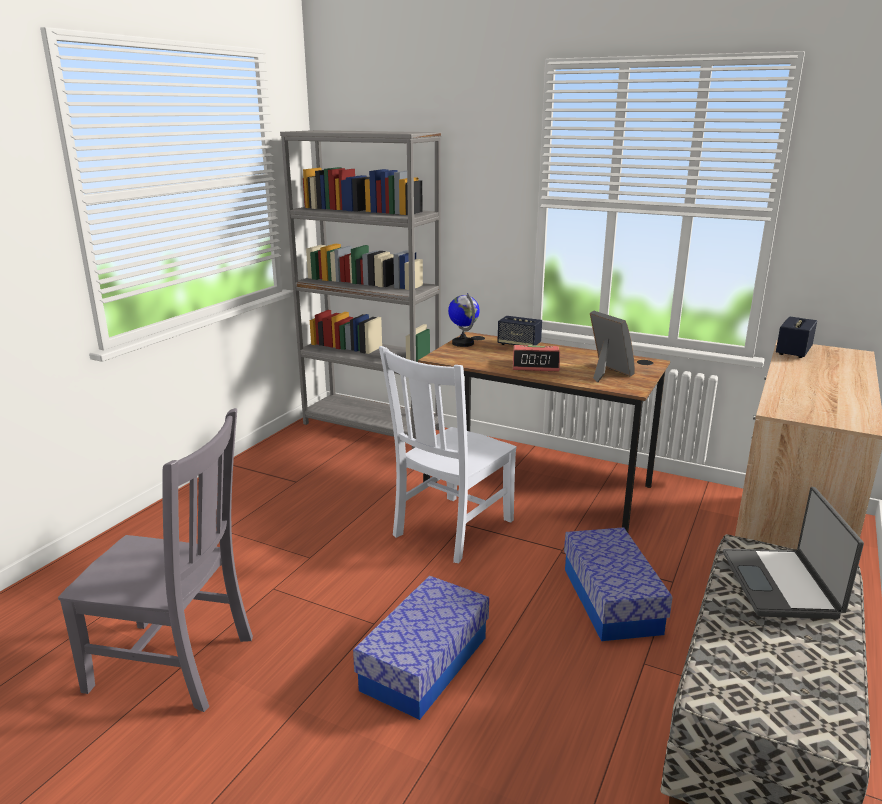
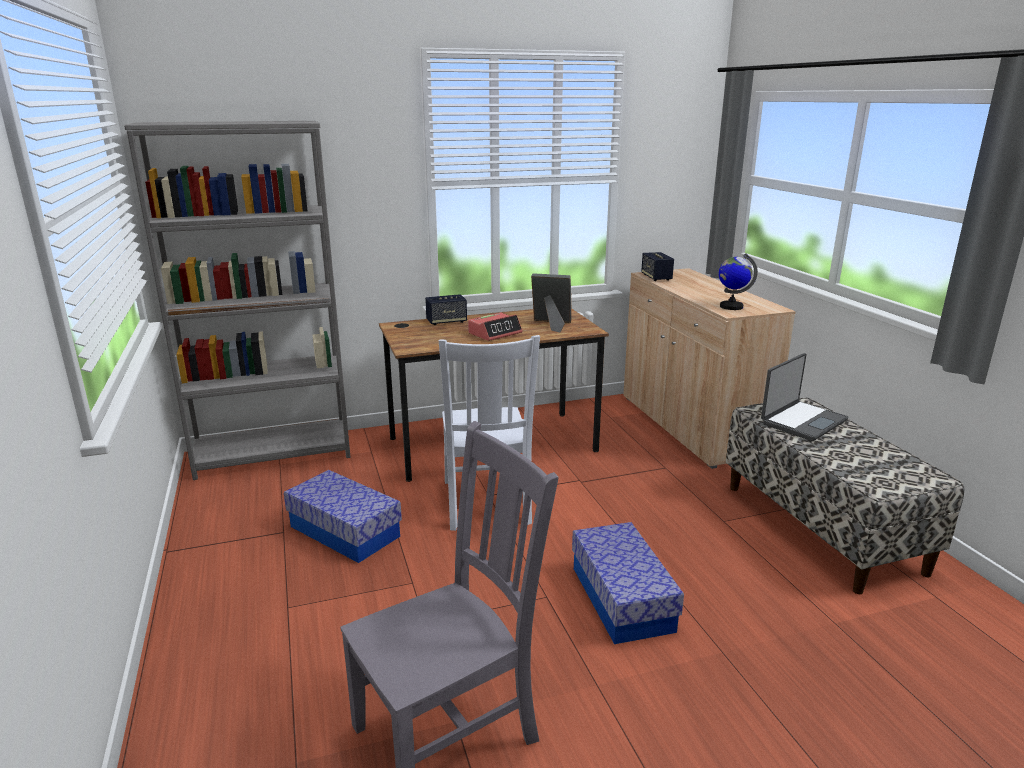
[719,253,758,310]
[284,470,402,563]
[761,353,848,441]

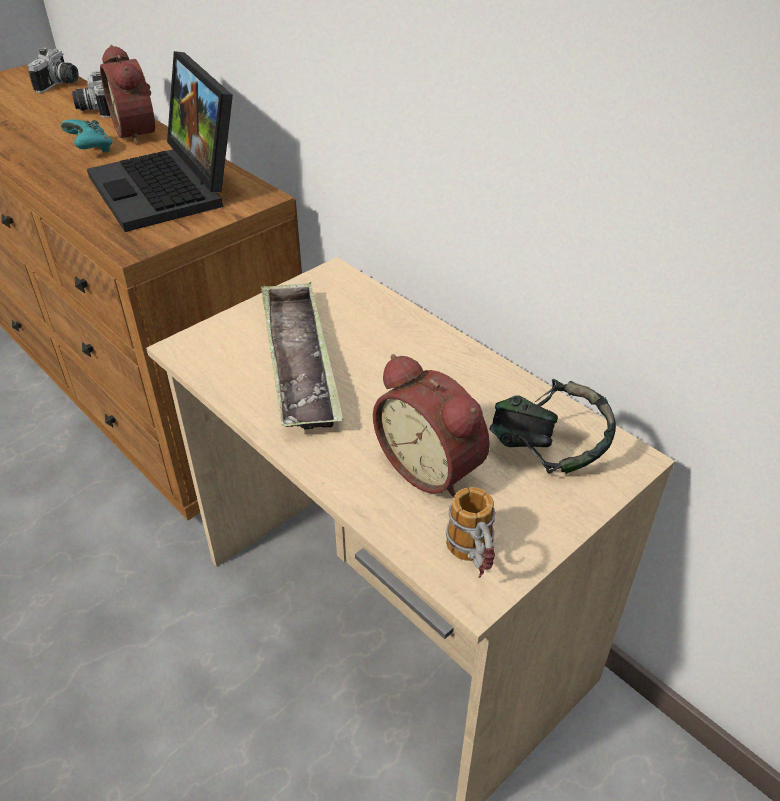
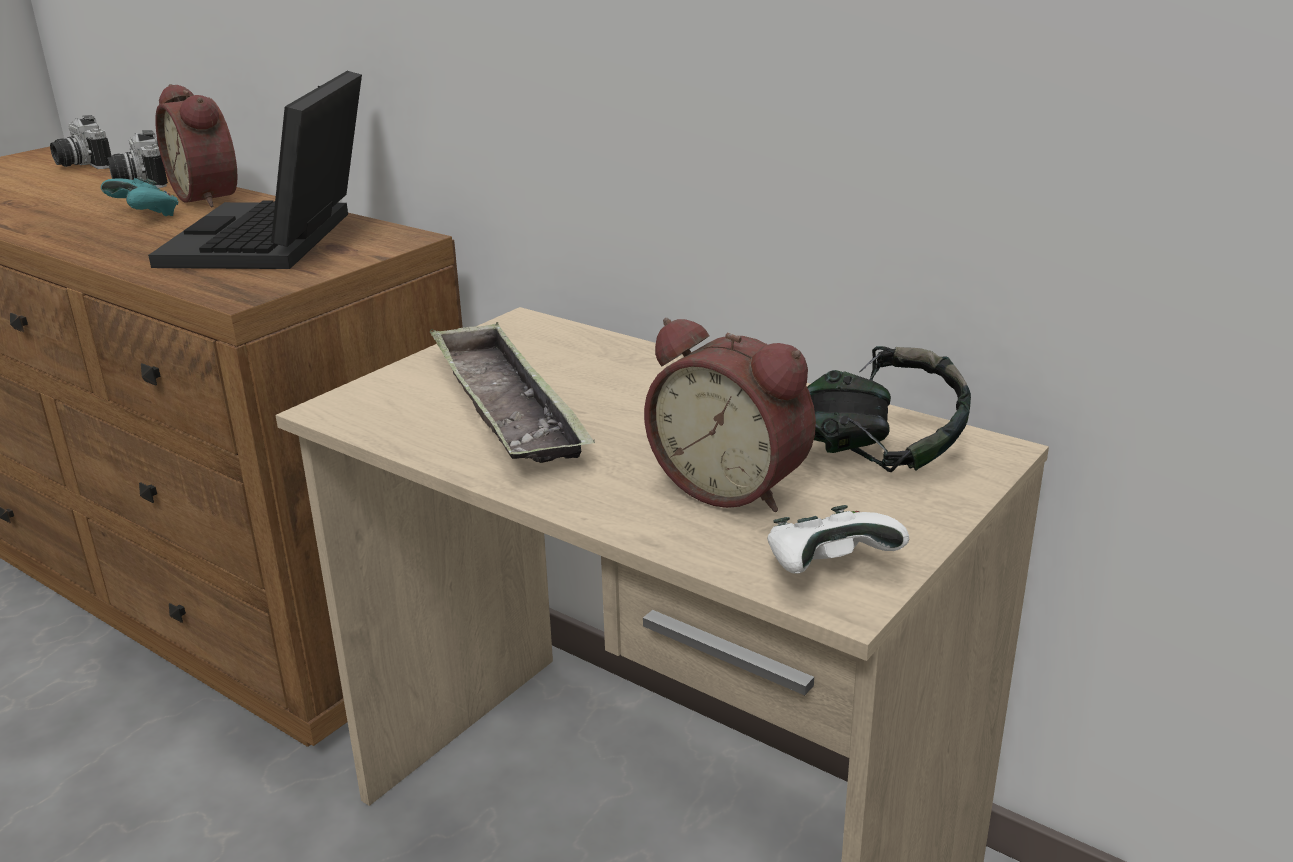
[50,115,112,169]
[148,71,362,269]
[767,505,909,574]

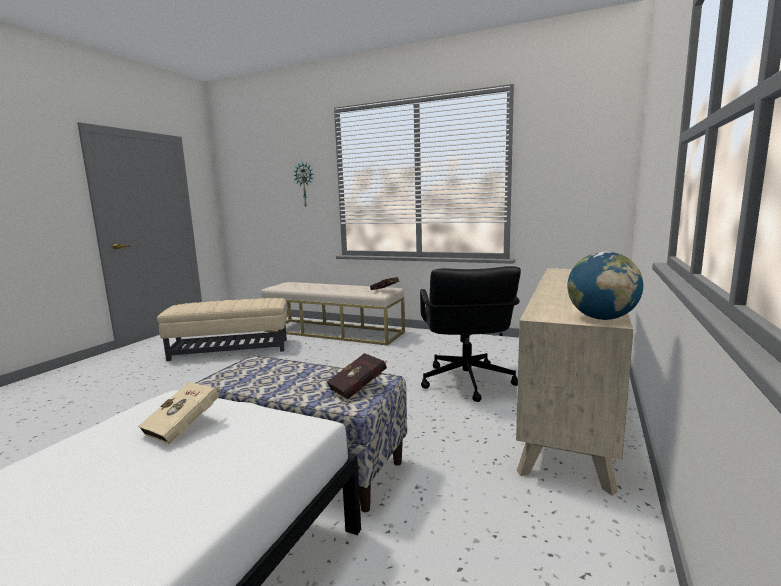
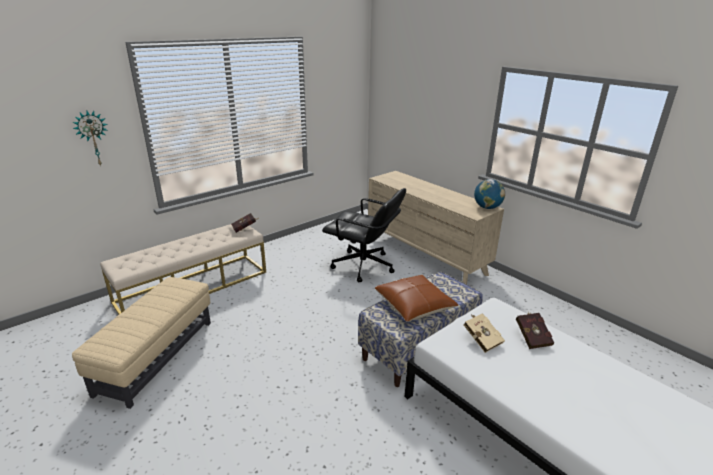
[516,312,554,349]
[375,275,458,322]

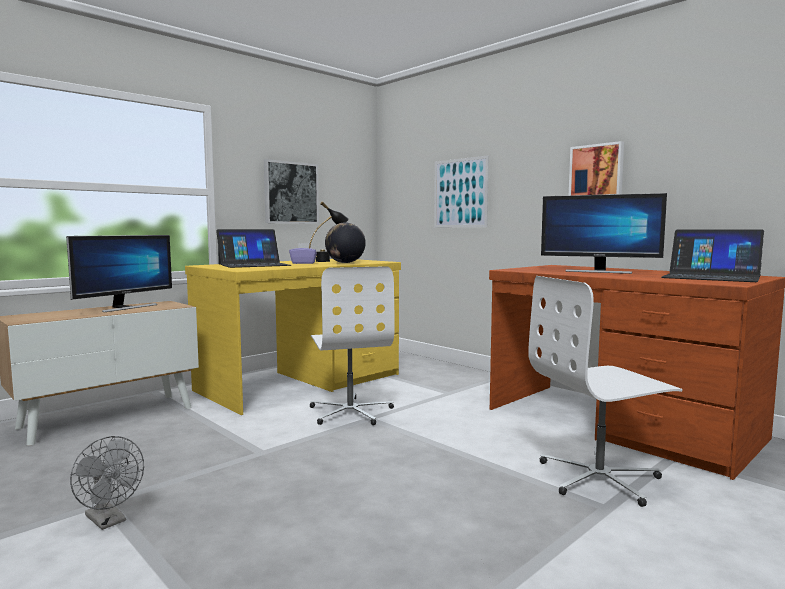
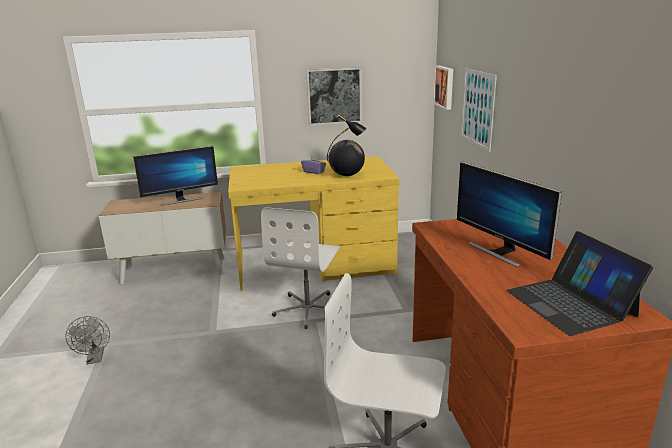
[216,229,291,268] (first image)
[433,66,453,110]

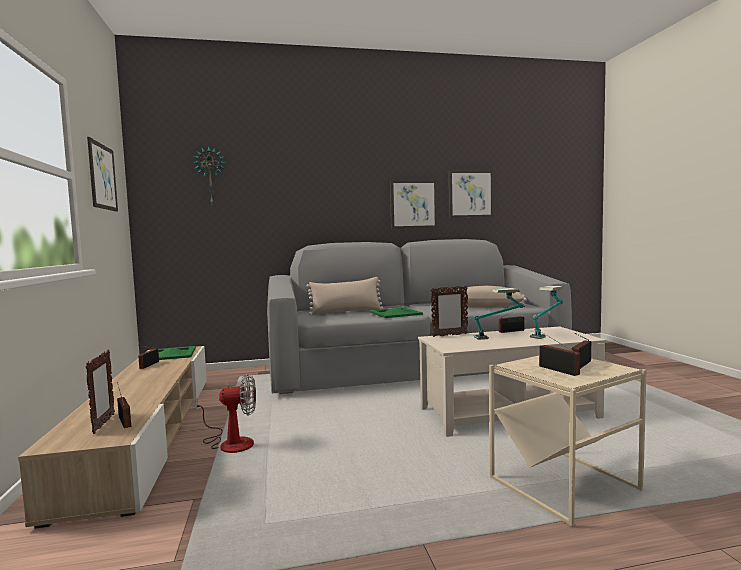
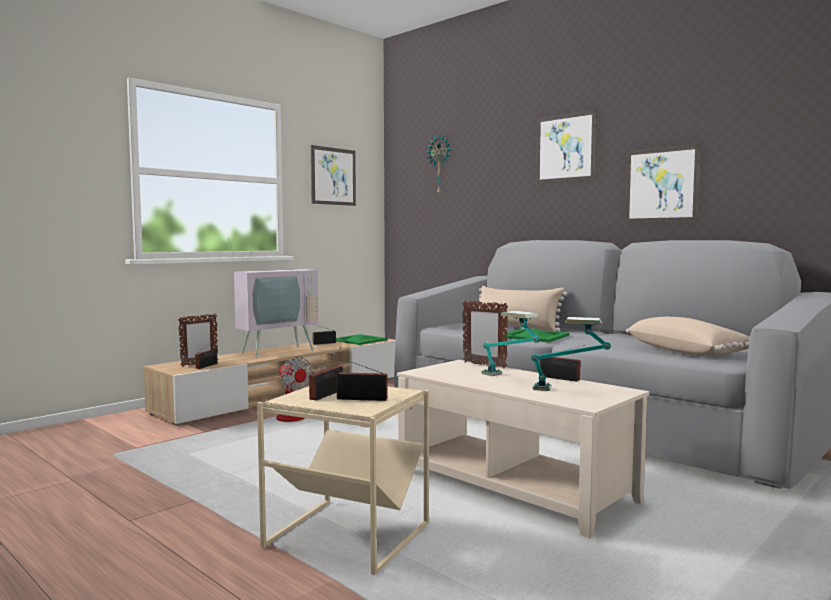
[536,109,597,184]
[228,238,318,358]

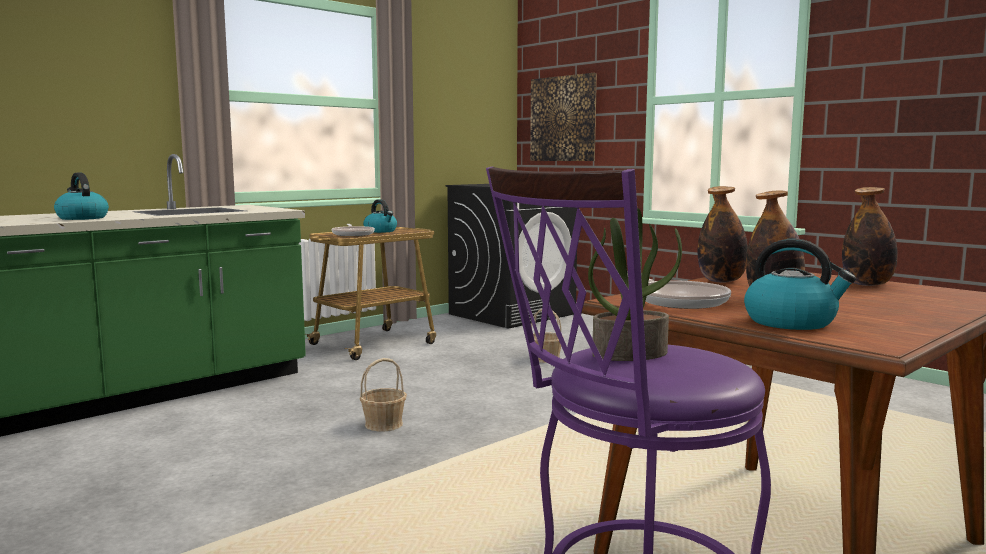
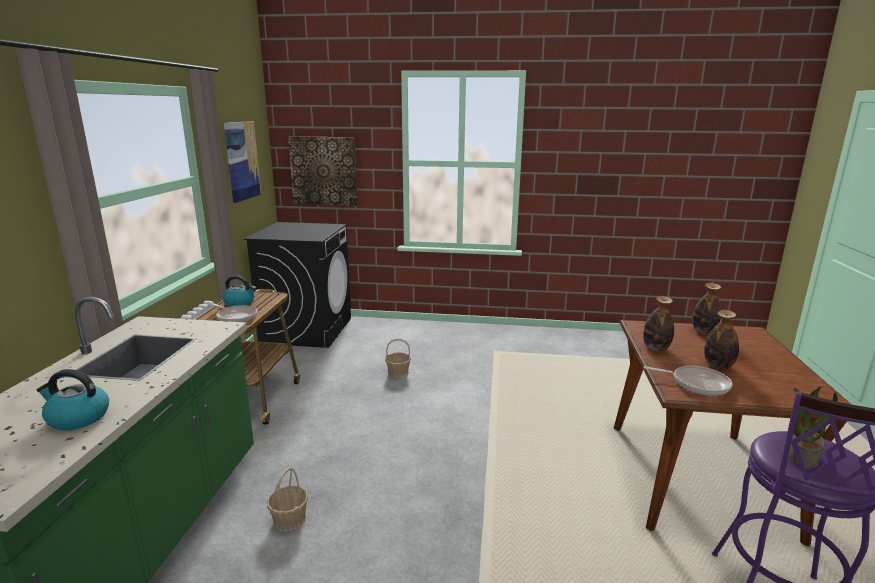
[267,467,308,532]
[744,239,856,330] (first image)
[224,121,261,203]

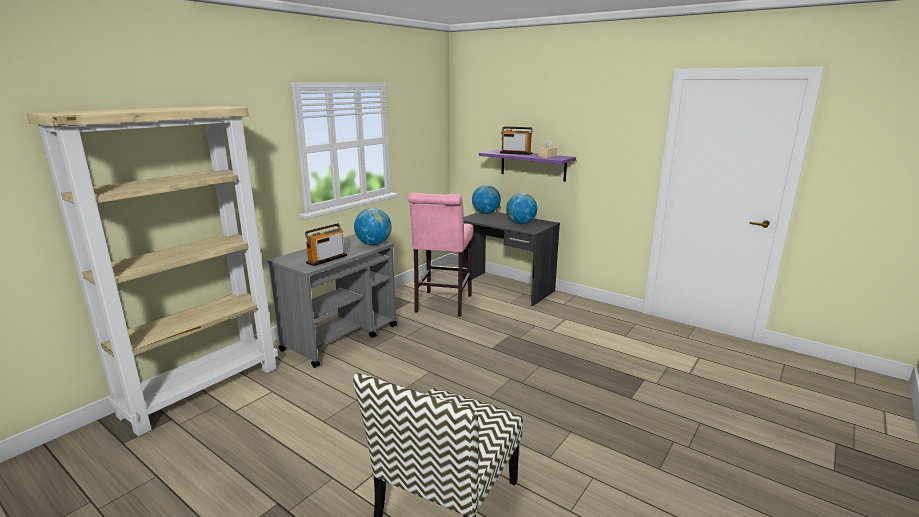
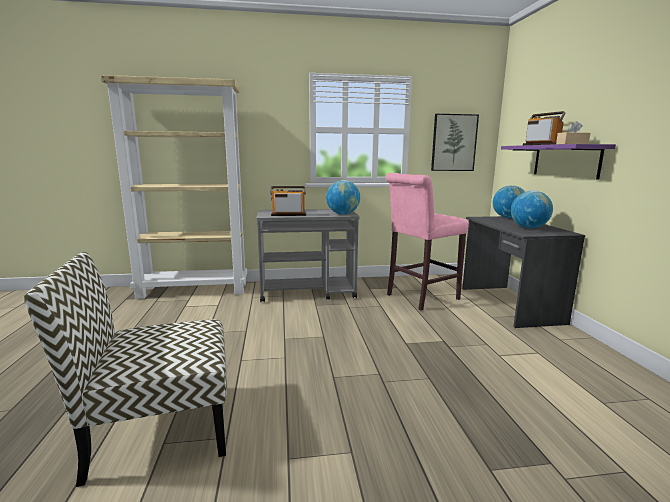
[431,114,479,171]

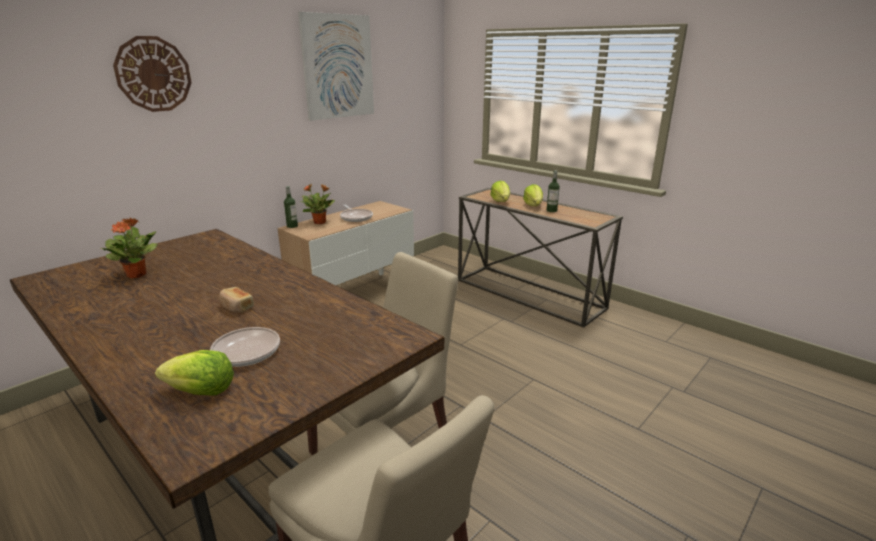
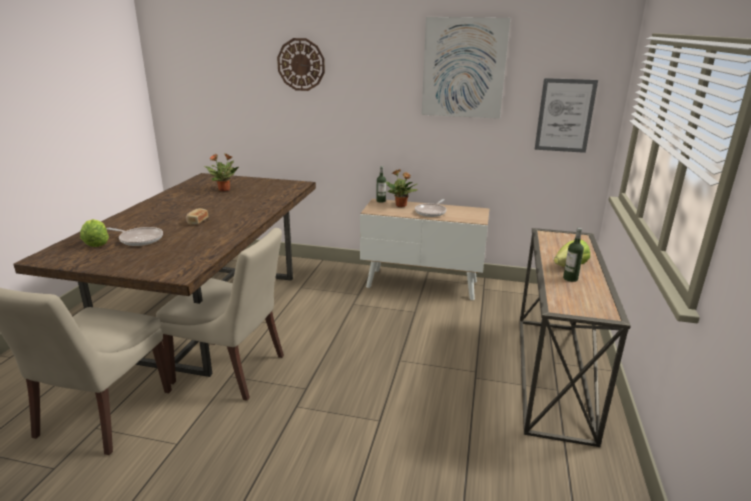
[490,181,510,202] (first image)
[535,78,598,153]

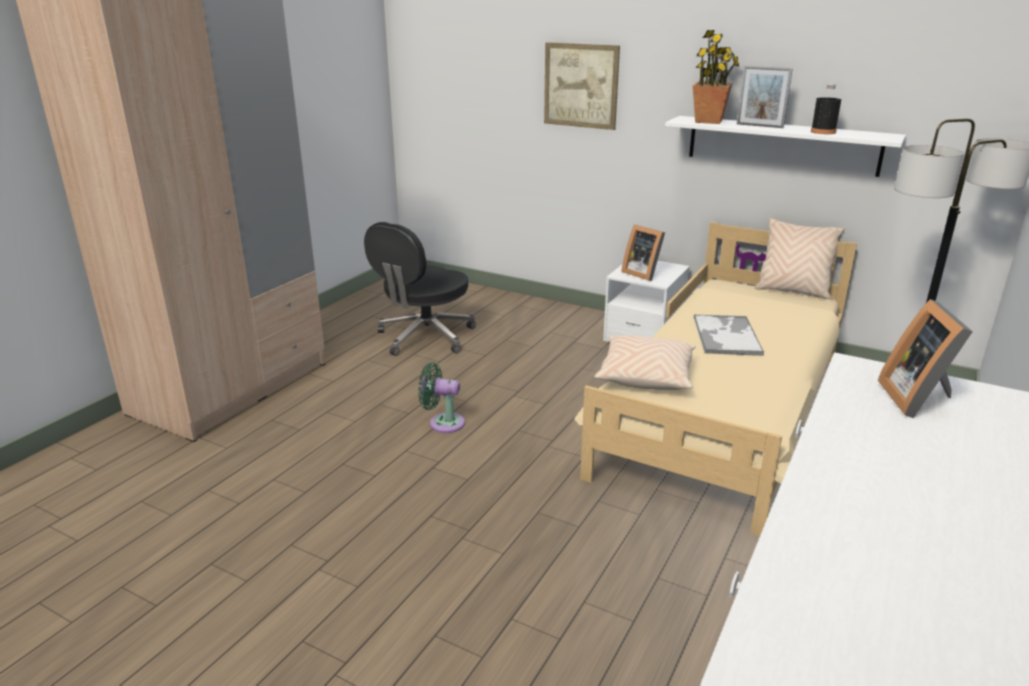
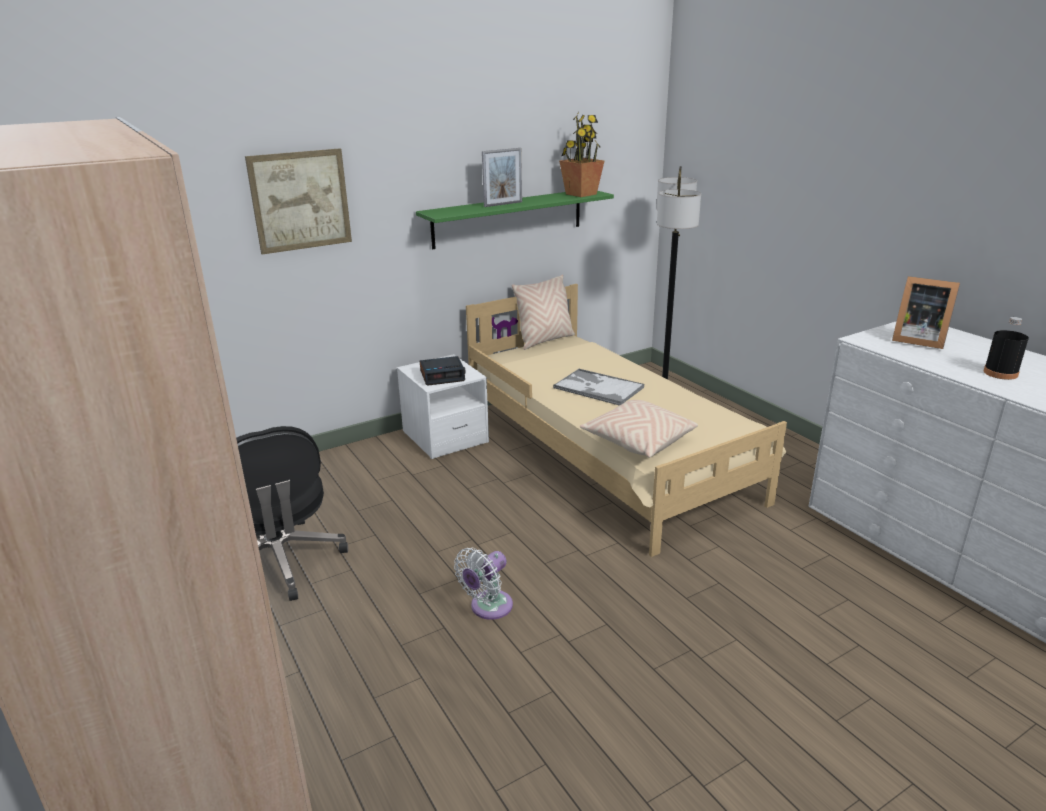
[454,548,513,620]
[420,356,466,386]
[416,191,614,249]
[559,112,604,197]
[984,317,1029,380]

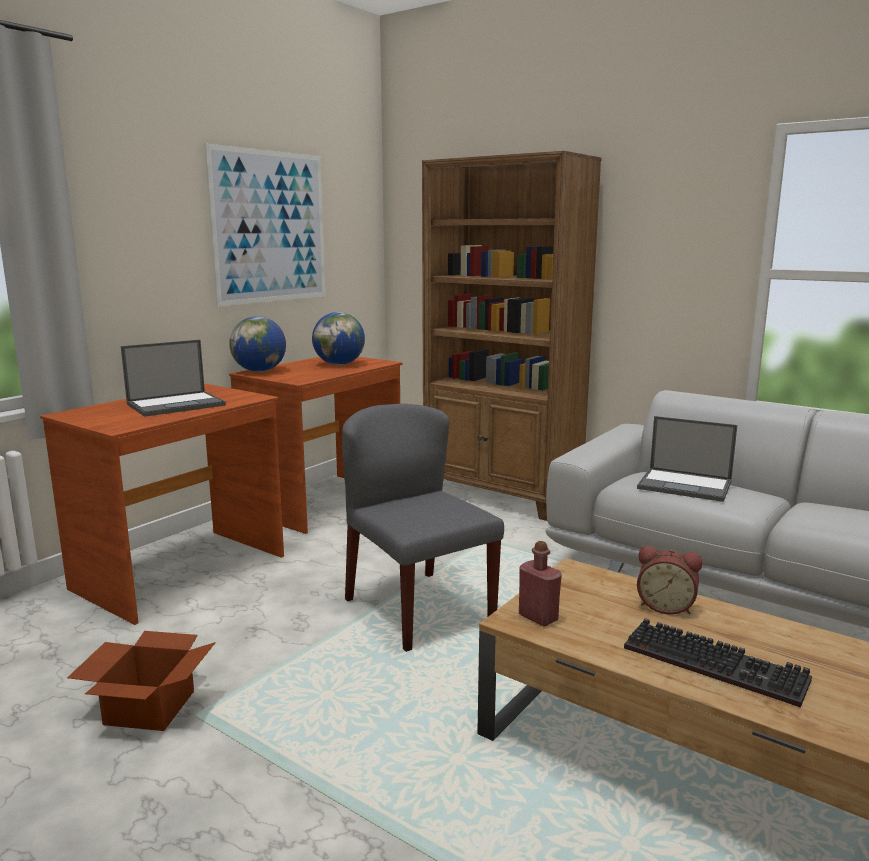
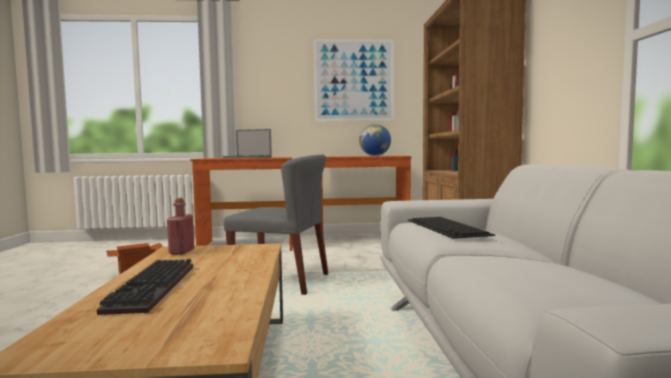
[229,316,286,372] (first image)
[224,154,328,295]
[408,217,495,239]
[637,546,702,614] (first image)

